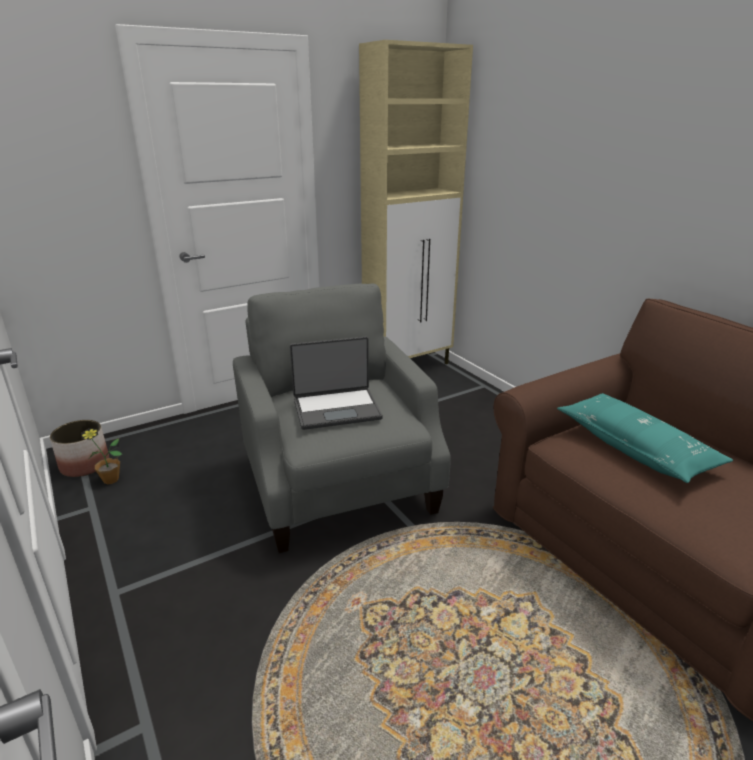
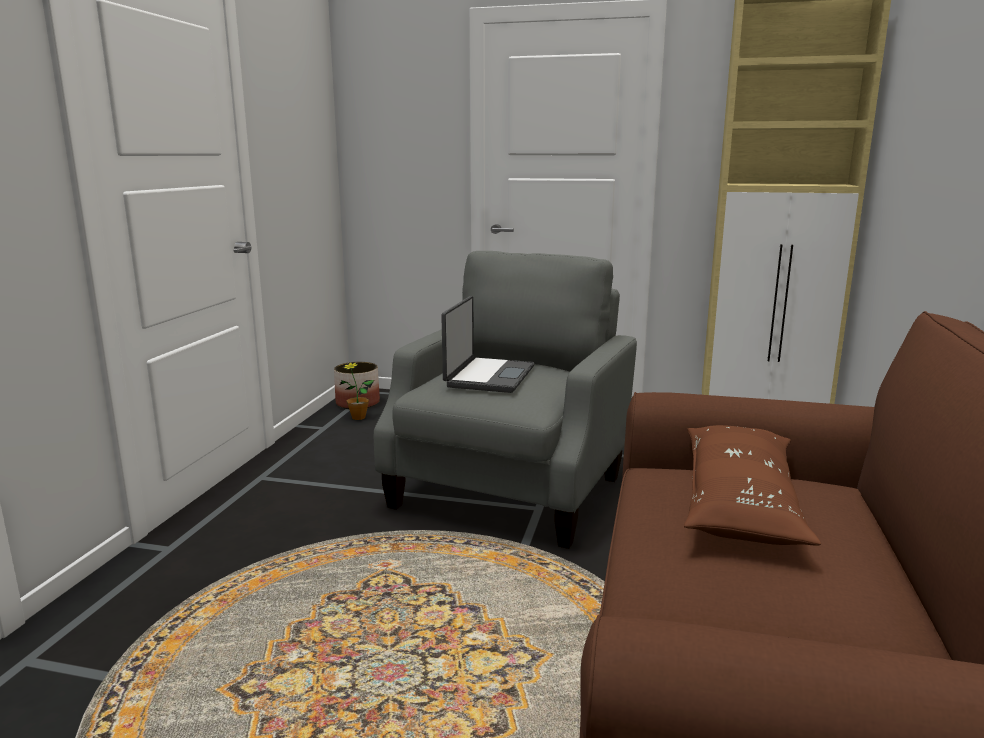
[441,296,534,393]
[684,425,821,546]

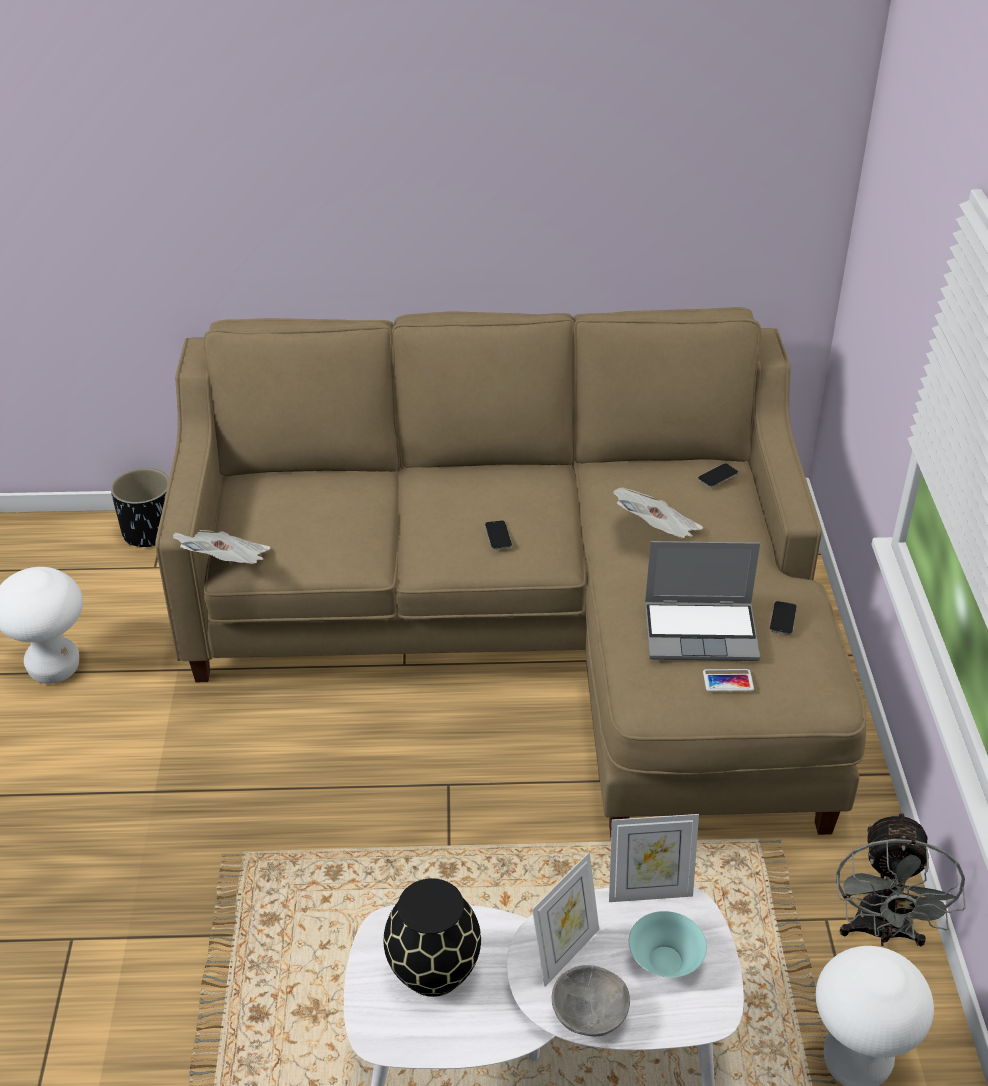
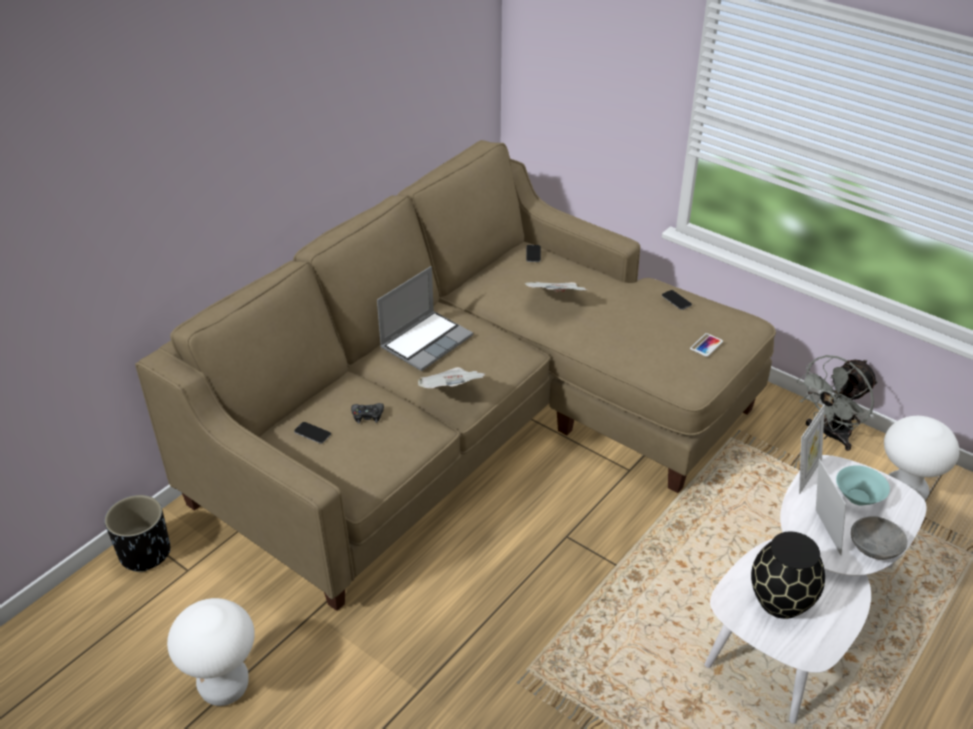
[418,367,486,388]
[294,422,331,444]
[377,266,473,371]
[797,355,878,451]
[351,403,384,424]

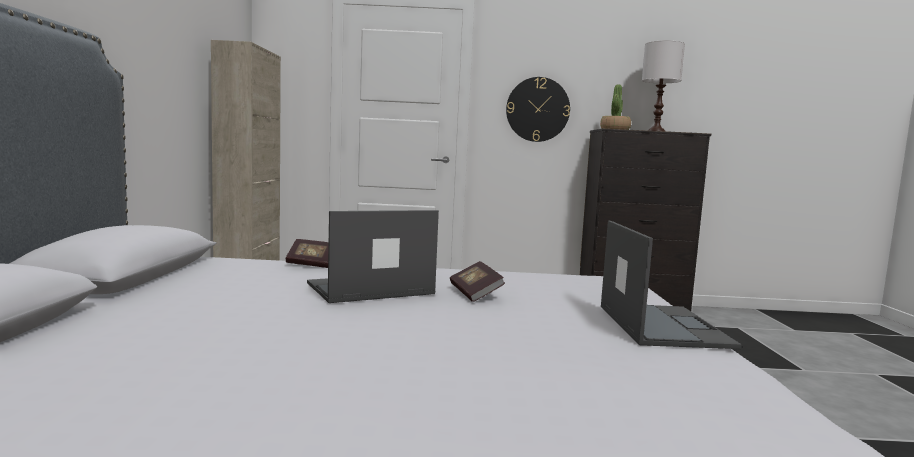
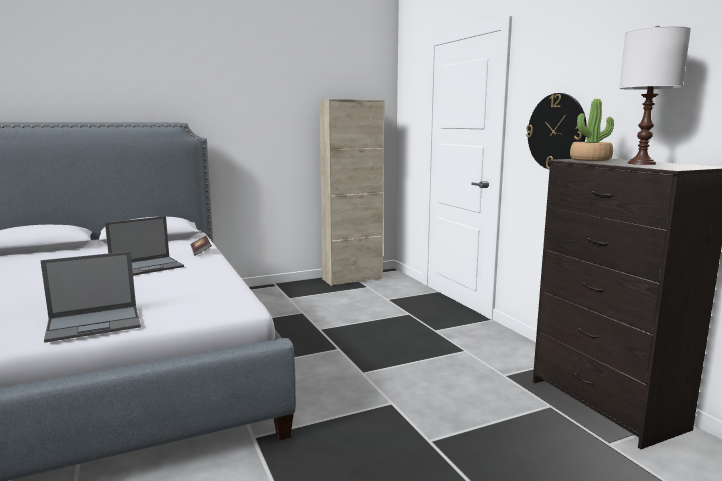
[105,216,184,276]
[450,261,505,302] (first image)

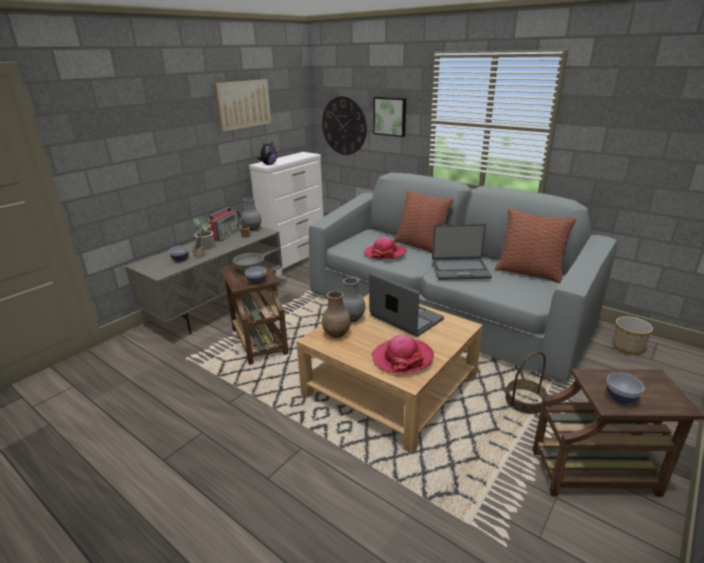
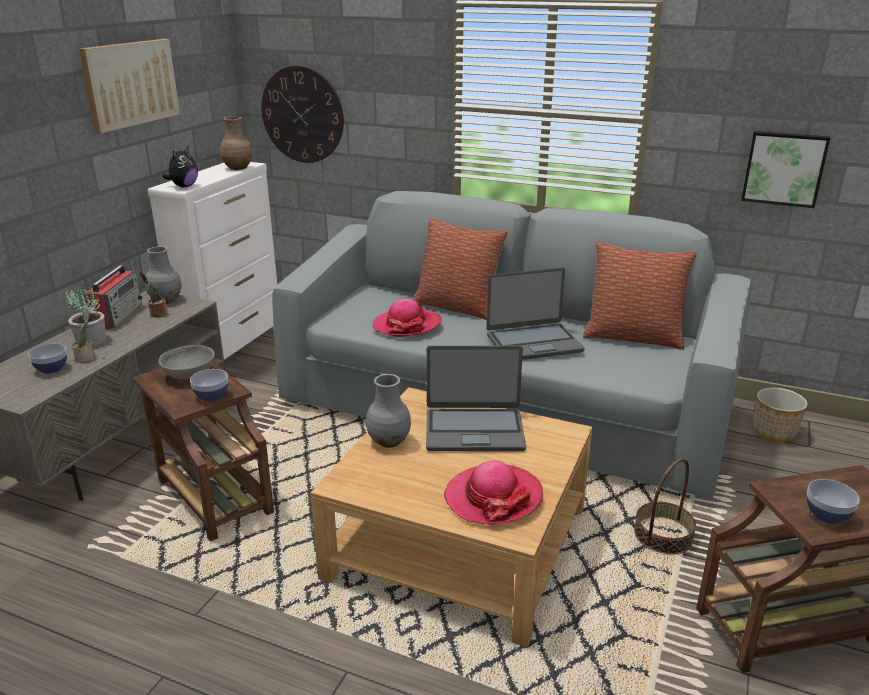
[220,117,252,170]
[426,346,526,451]
[741,131,830,208]

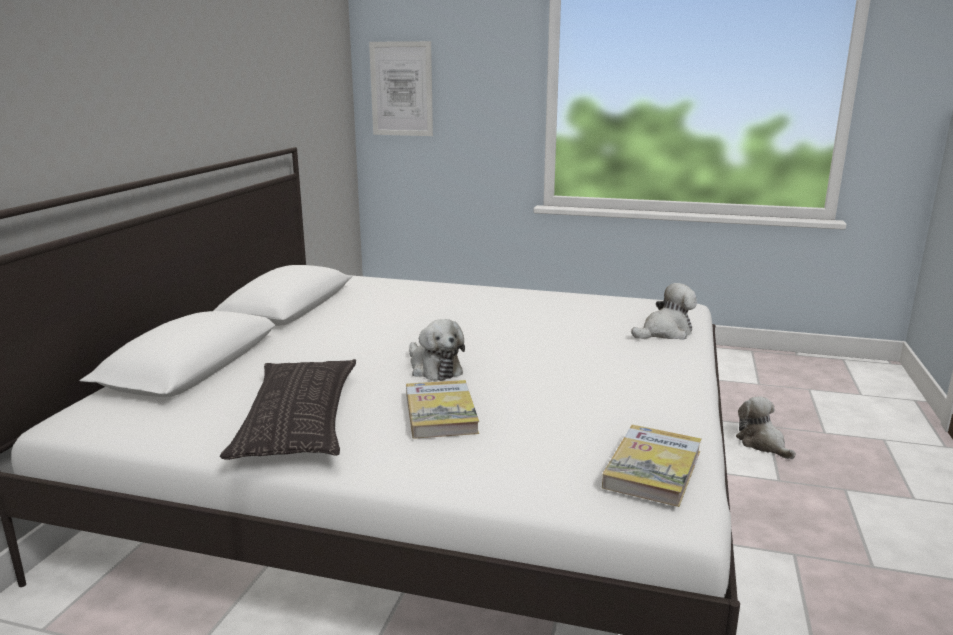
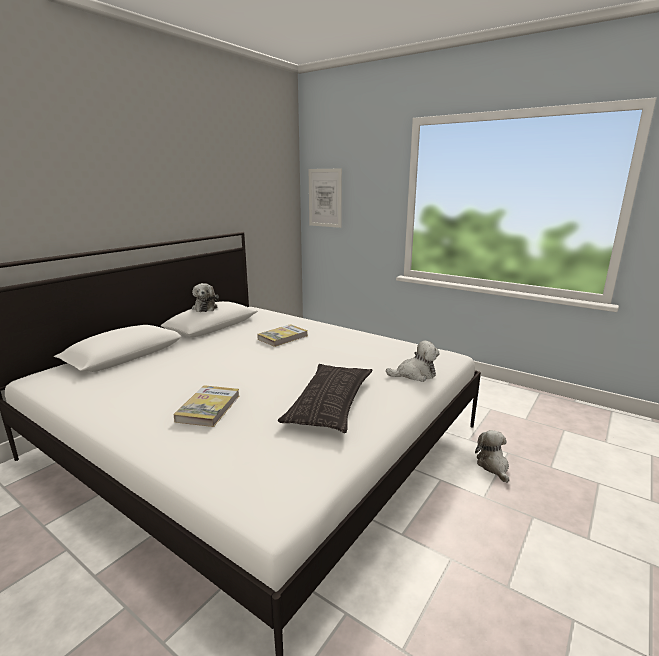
[278,364,372,433]
[192,283,219,312]
[257,324,308,347]

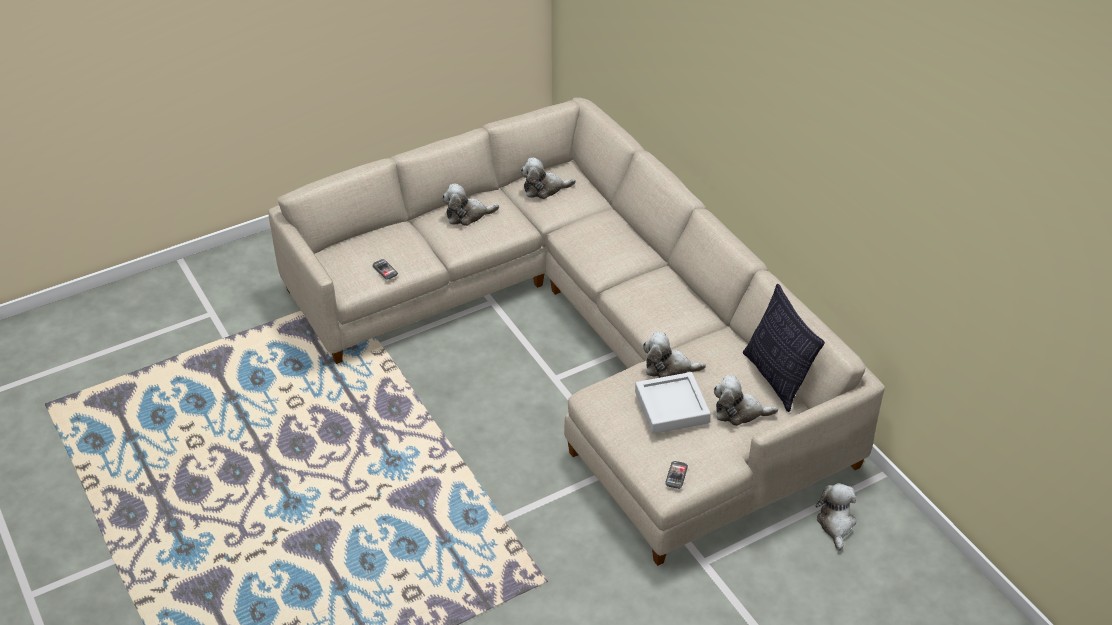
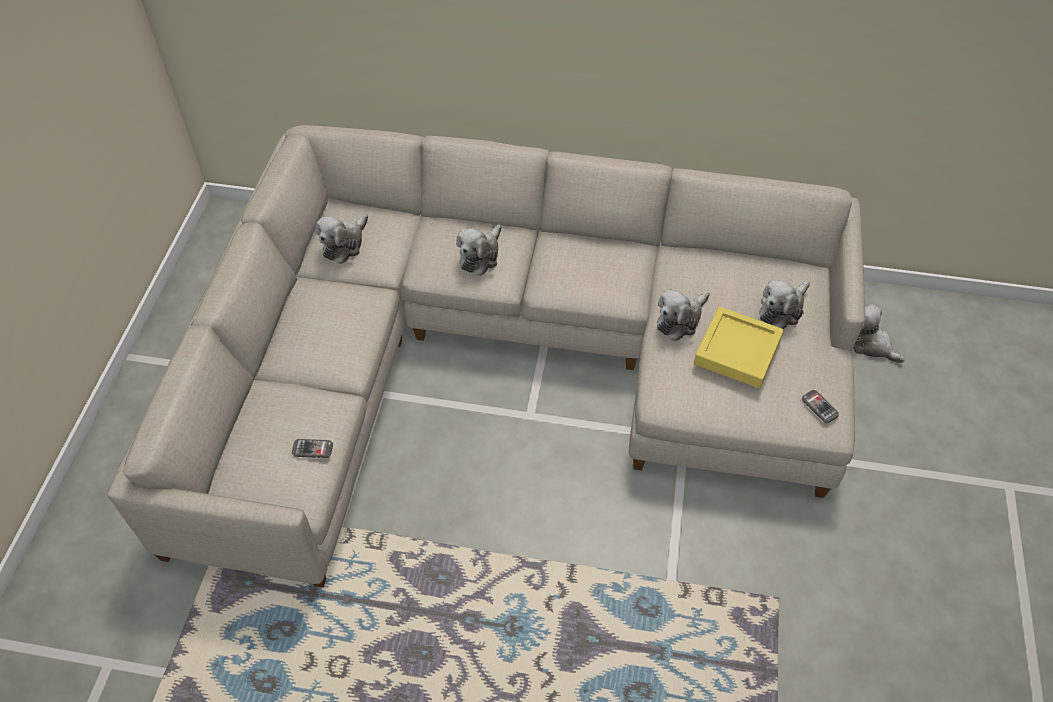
[456,224,501,276]
[694,307,784,388]
[743,284,825,412] (first image)

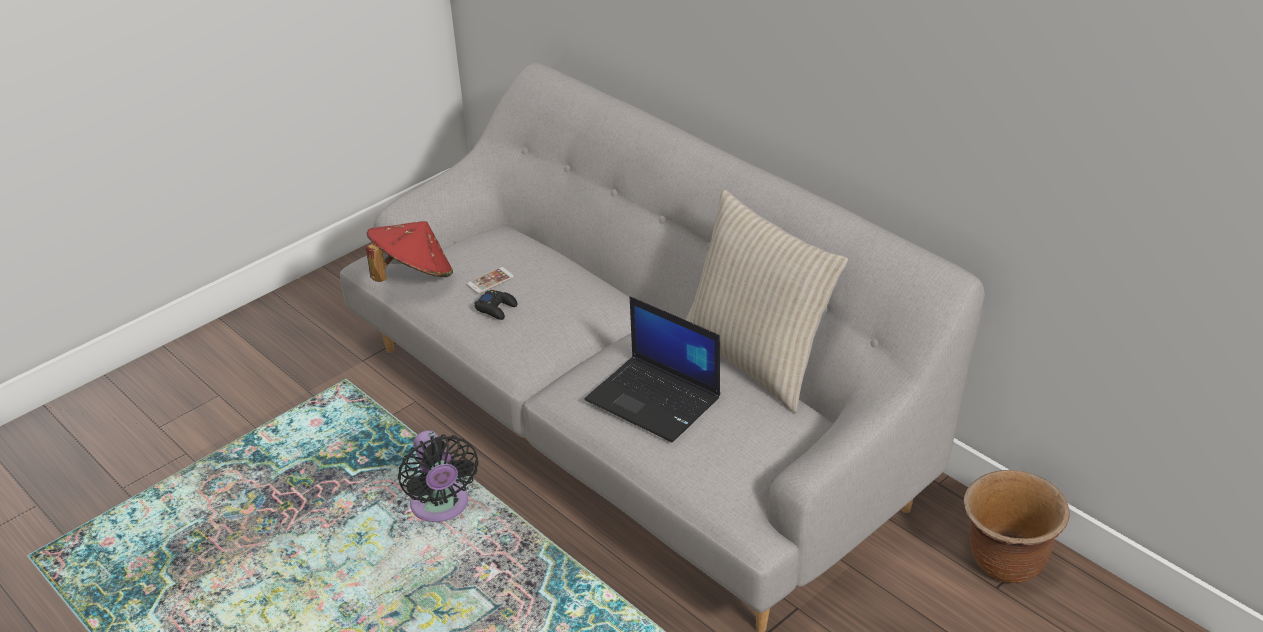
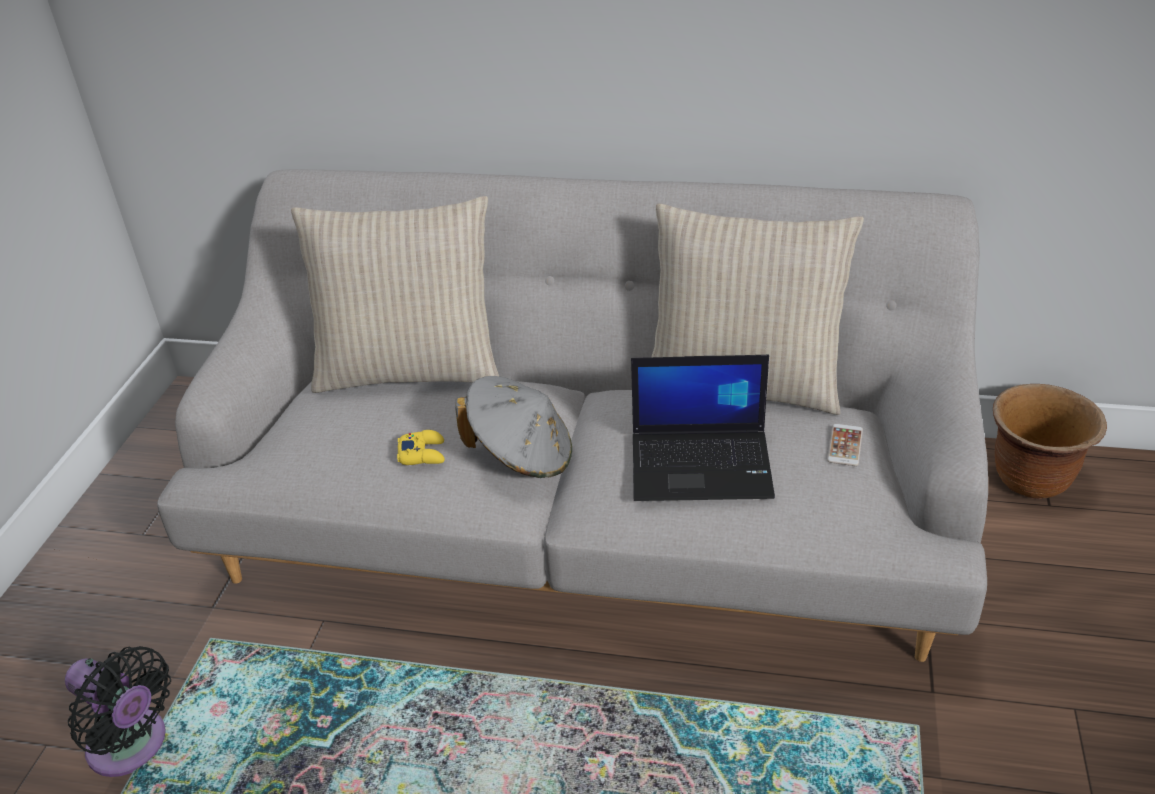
[366,221,453,282] (first image)
[65,646,171,777]
[827,424,863,466]
[397,430,445,465]
[291,196,499,393]
[455,376,572,478]

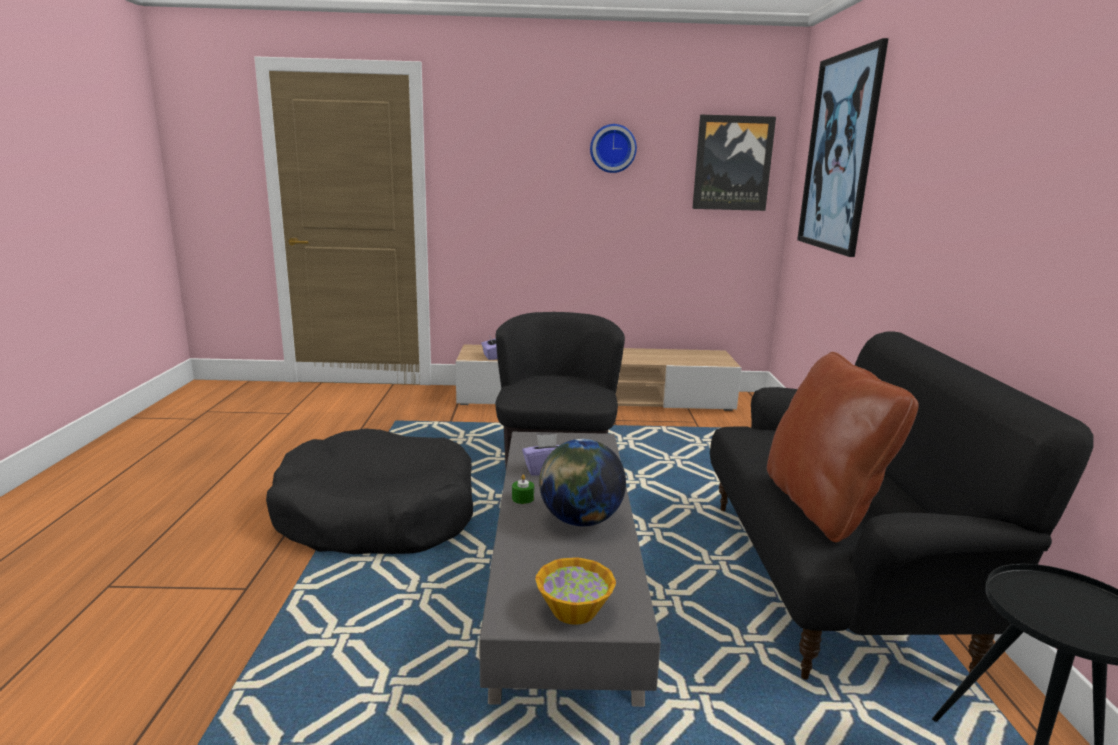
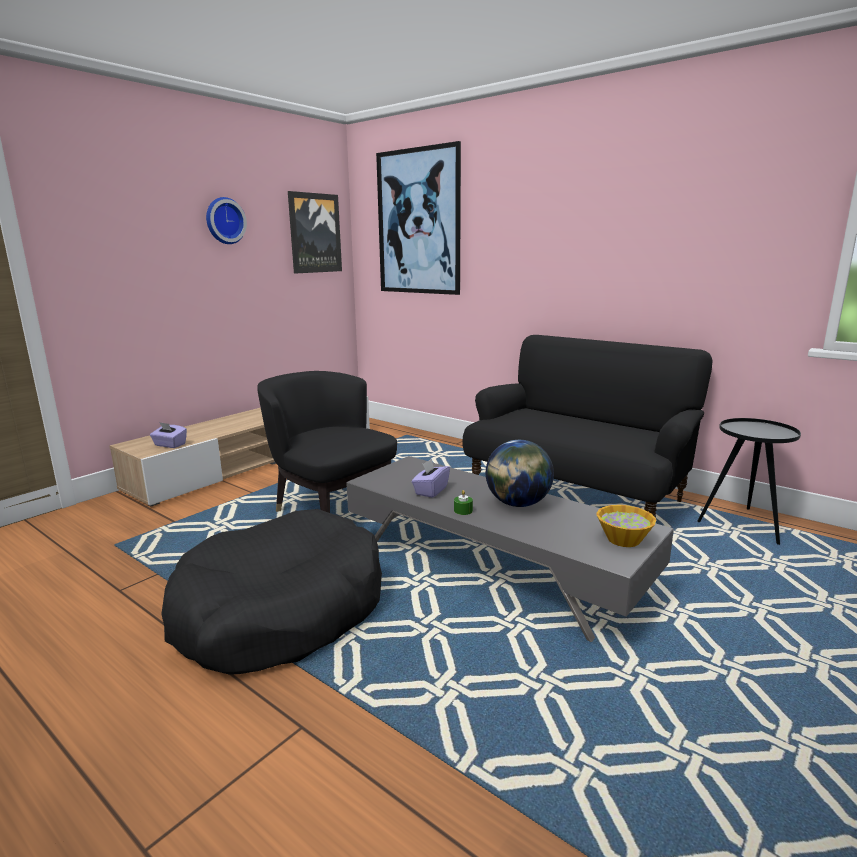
[767,352,919,542] (first image)

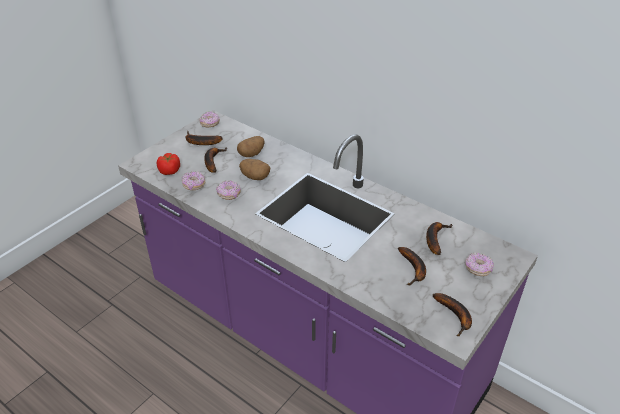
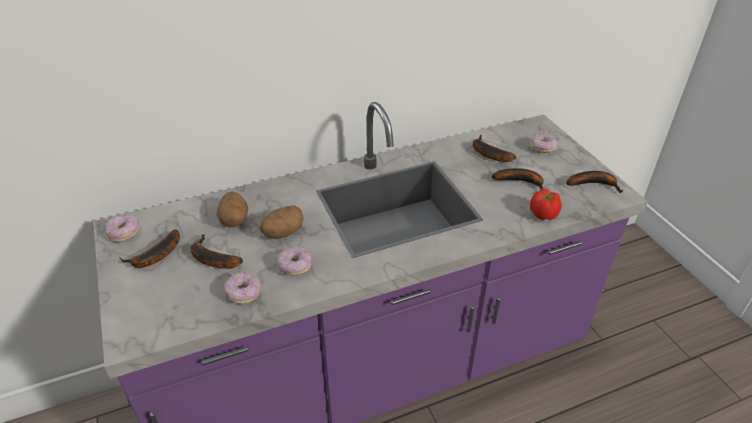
[530,188,562,220]

